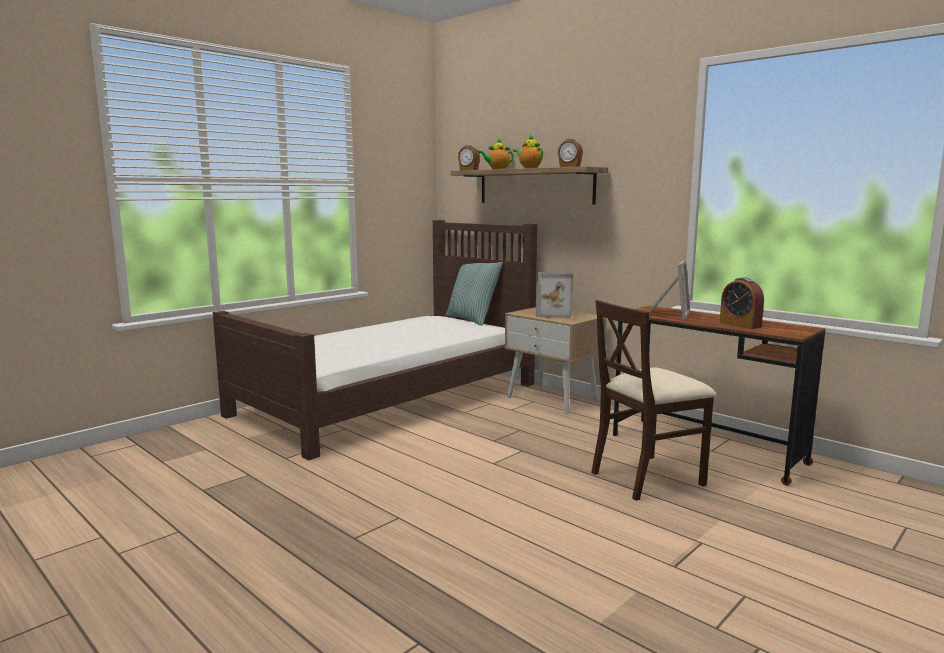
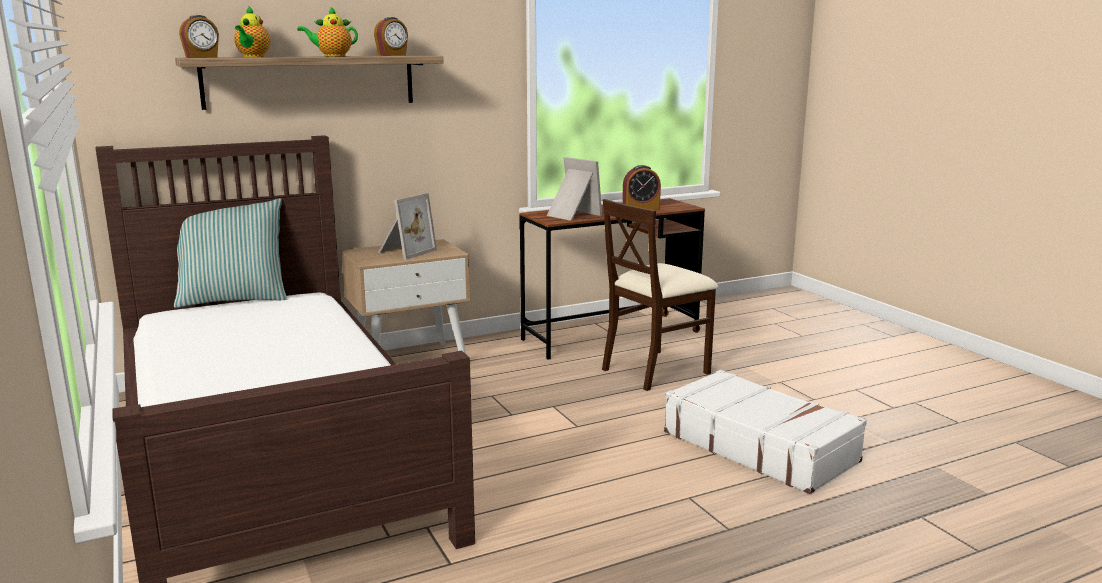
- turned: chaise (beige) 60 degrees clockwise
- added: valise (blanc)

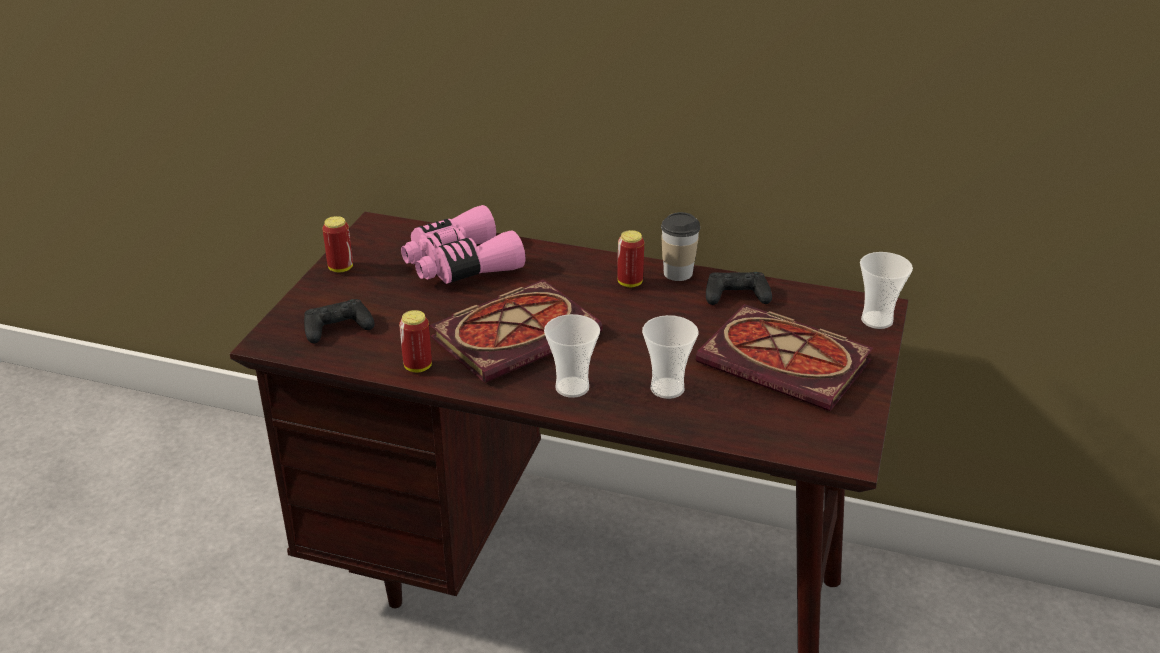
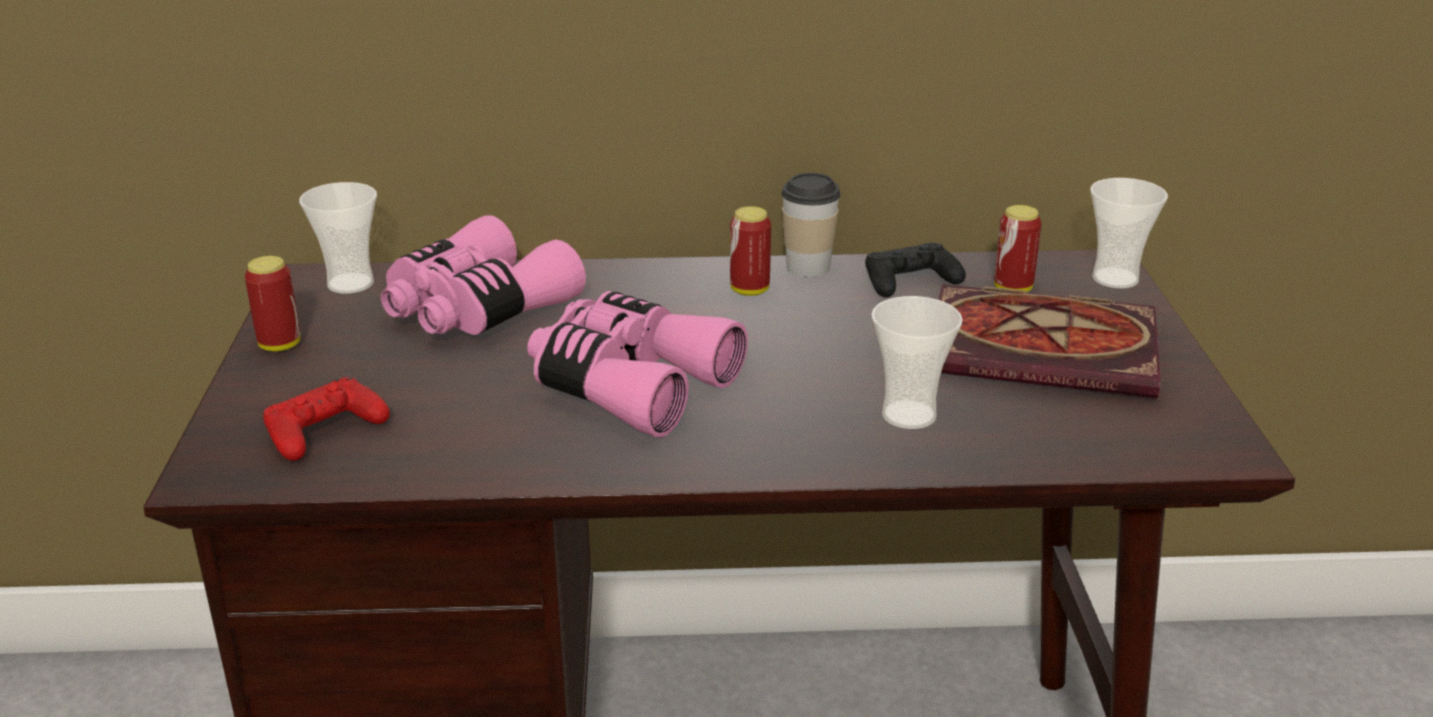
- recoloured: manette (noir) (1st from left) to manette (rouge)
- moved: tasse (1st from left)
- replaced: livre (1st from left) to jumelles (rose) (2nd from left)
- moved: boîte métallique (2nd from left in the first image) to boîte métallique (3rd from left)

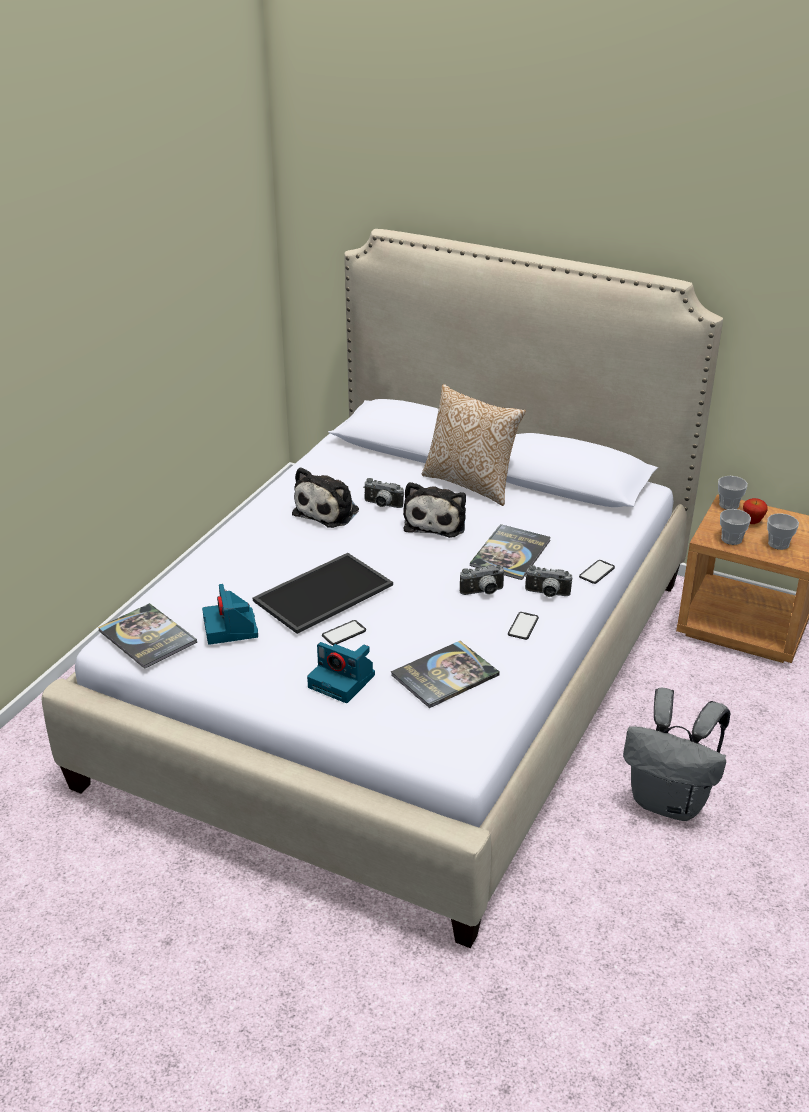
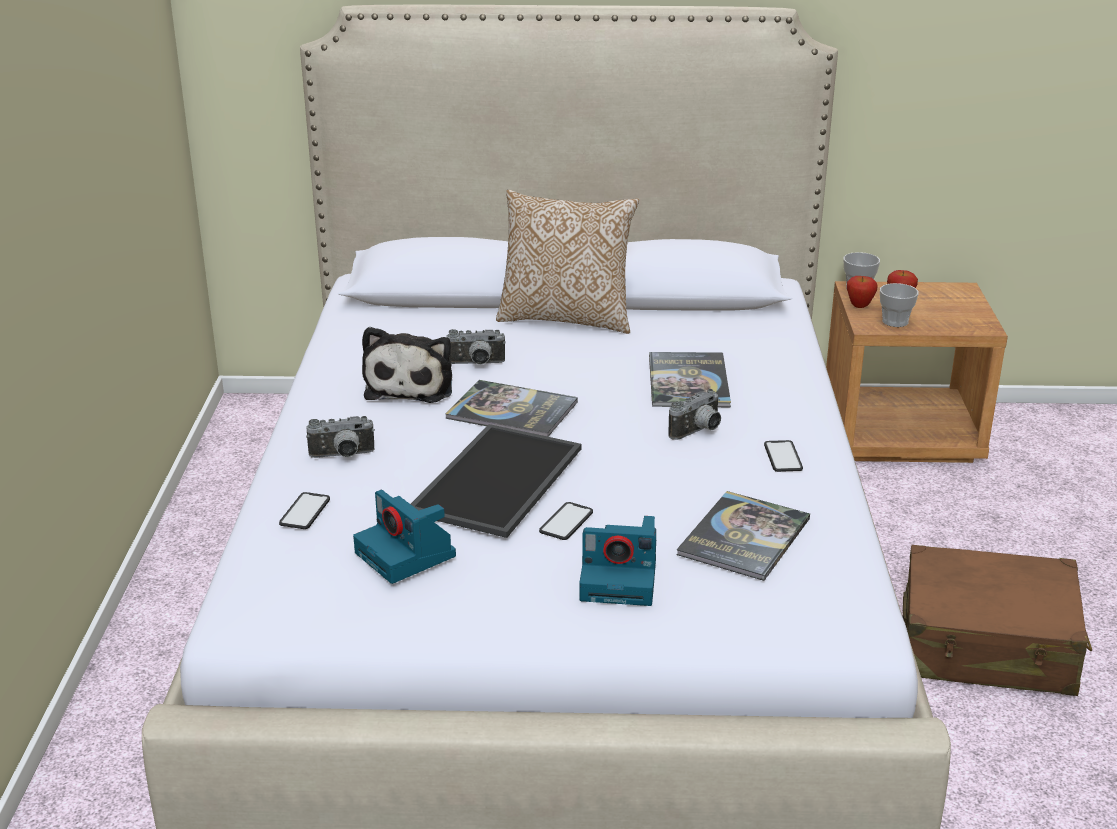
- moved: téléphone (3rd from left in the first image) to téléphone (1st from left)
- moved: appareil photo (5th from left in the first image) to appareil photo (1st from left)
- moved: livre (1st from left)
- added: pomme (1st from left)
- replaced: sac à dos (gris) to valise (marron)
- removed: peluche (2nd from left)
- removed: tasse (3rd from left)

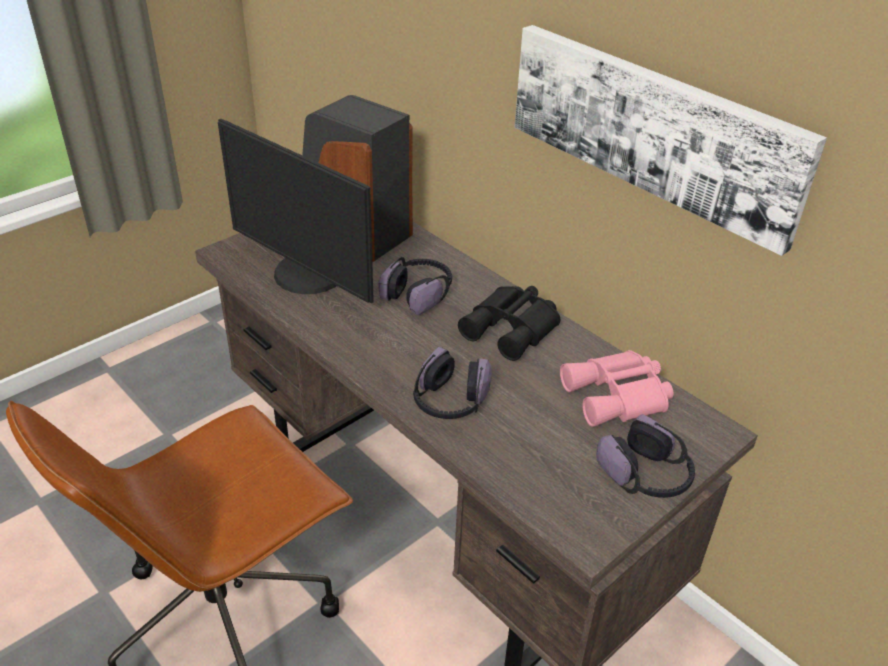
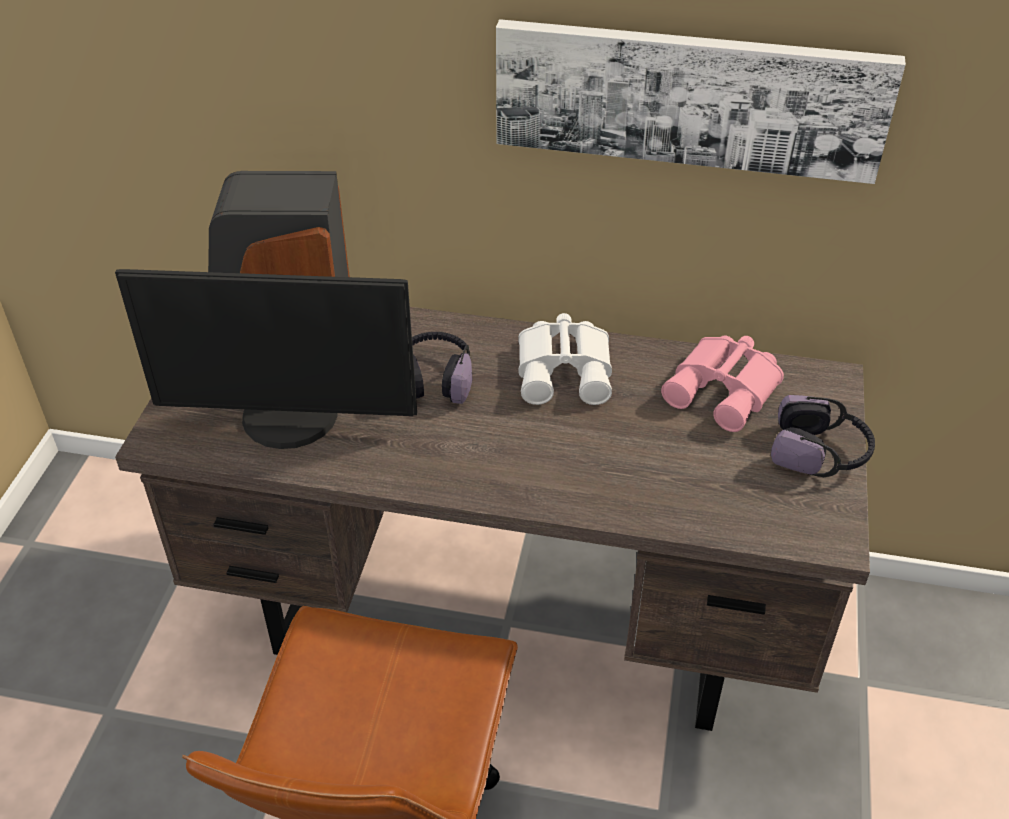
- recoloured: jumelles (noir) to jumelles (blanc)
- removed: casque audio (2nd from left)

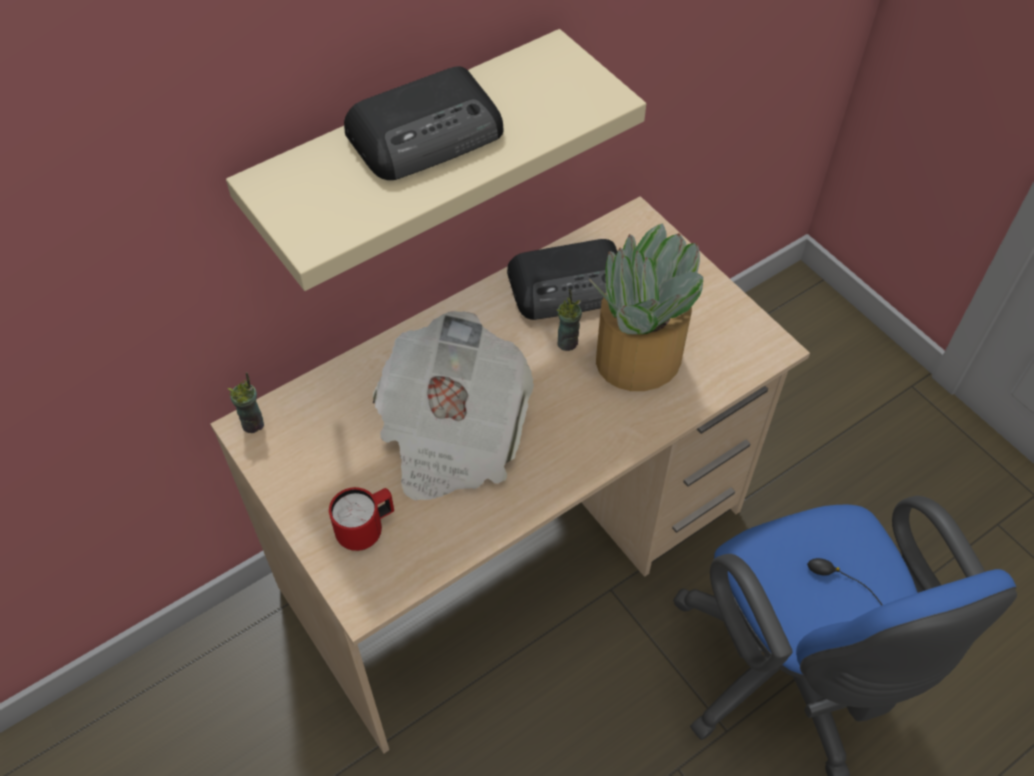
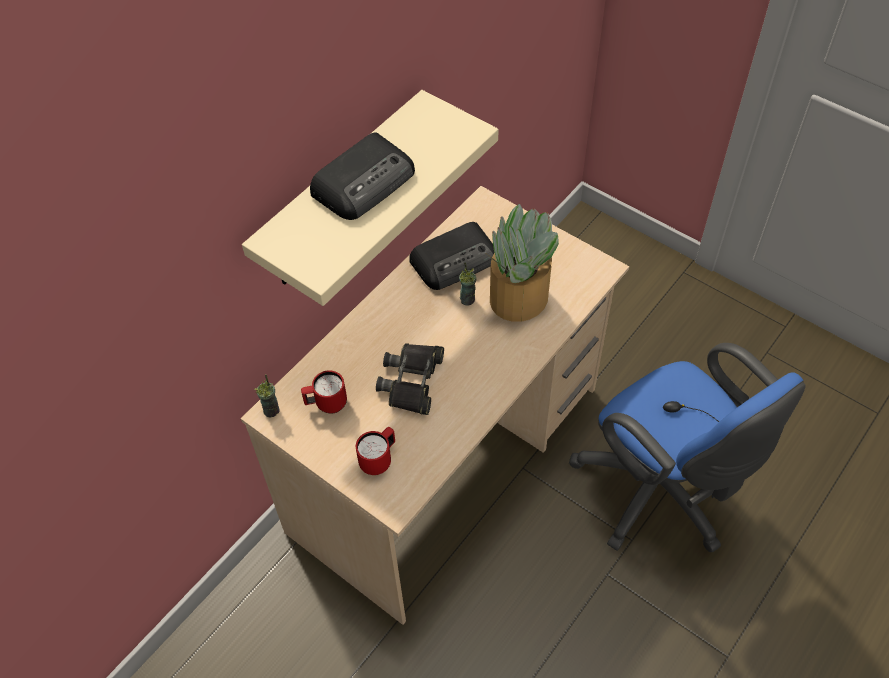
- added: mug (rouge) (1st from left)
- replaced: journal to jumelles (noir)

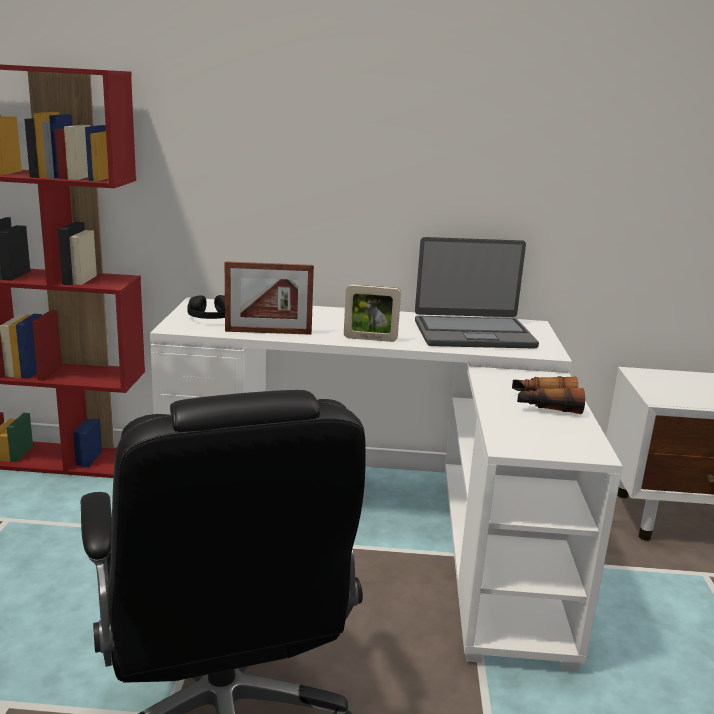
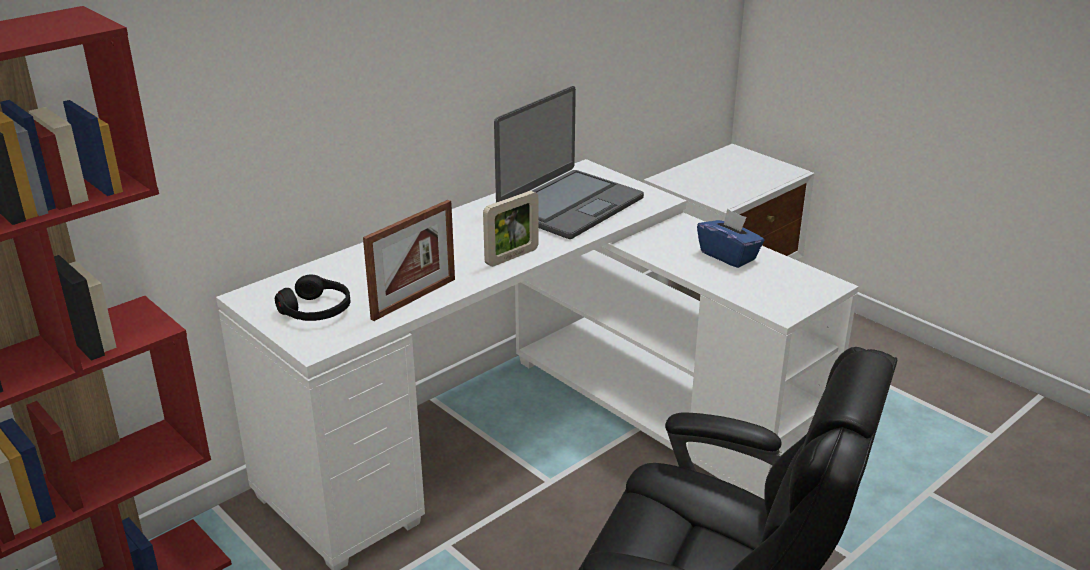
- replaced: jumelles to boîte à mouchoirs (bleu)

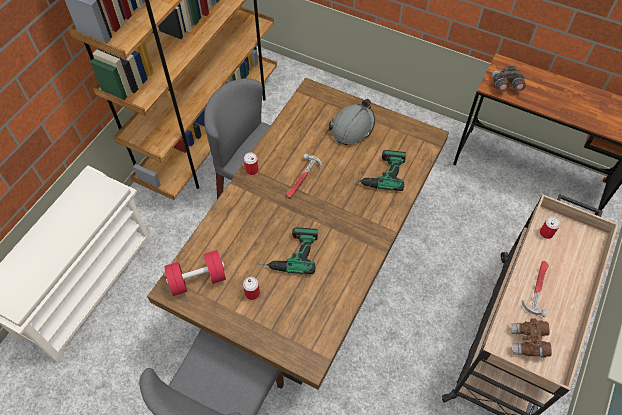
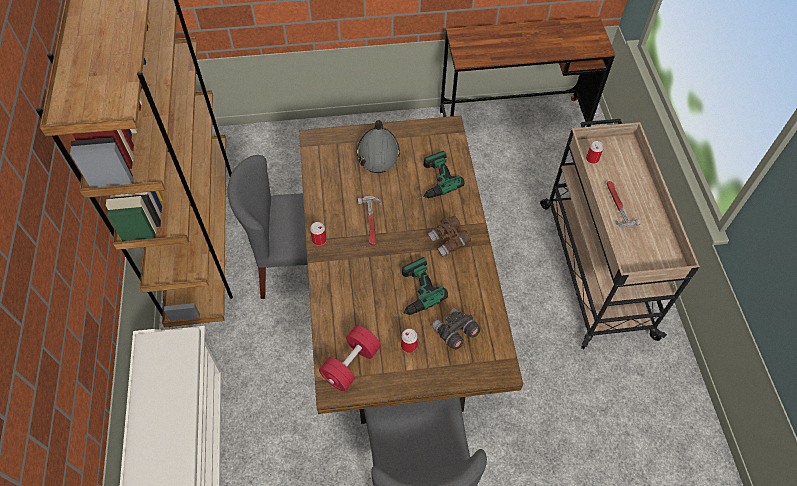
- moved: jumelles (marron)
- moved: jumelles (gris)

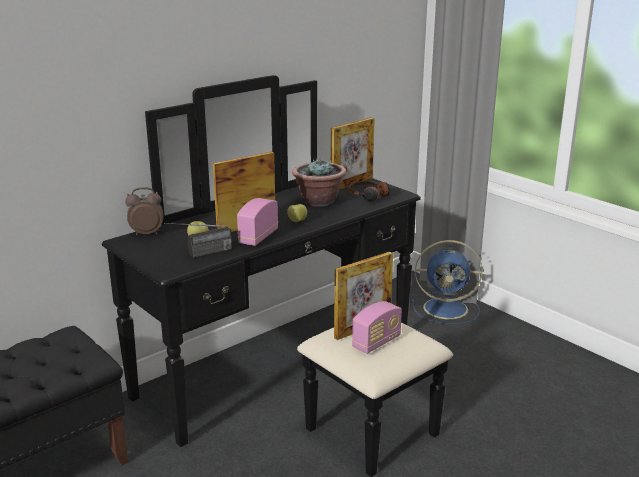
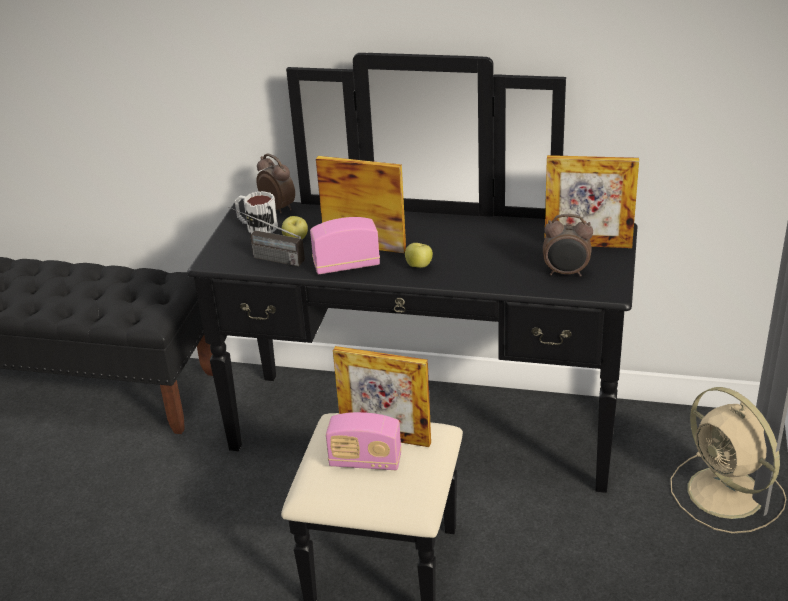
- added: mug
- replaced: casque audio to réveil (2nd from left)
- recoloured: ventilateur (bleu) to ventilateur (beige)
- removed: plante en pot

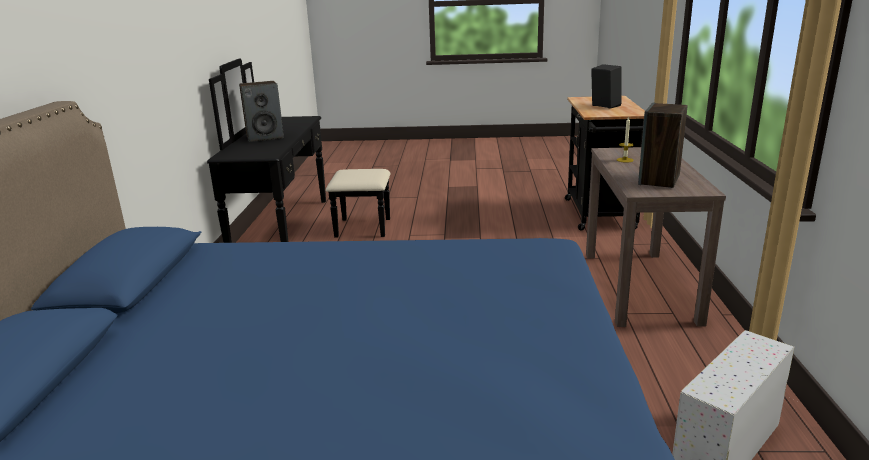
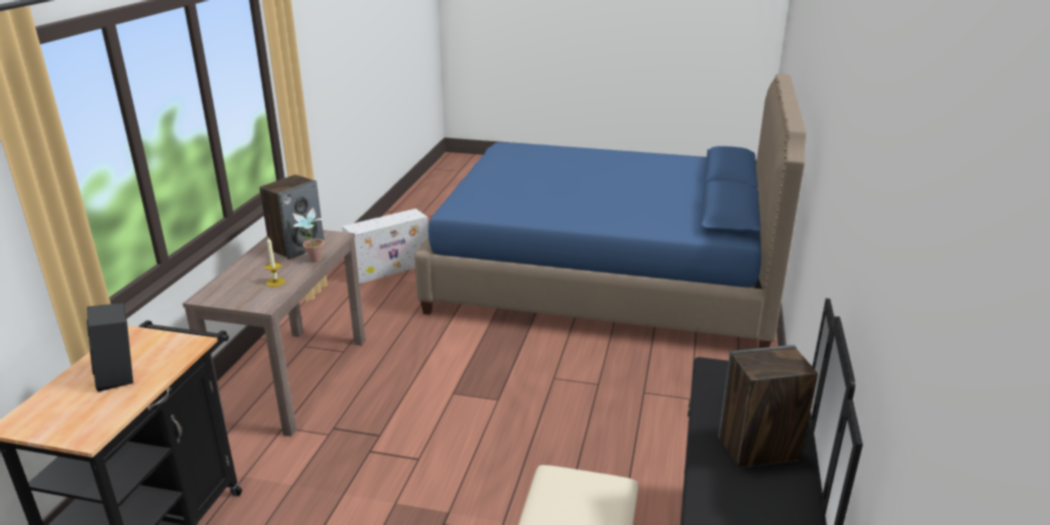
- added: plante en pot

